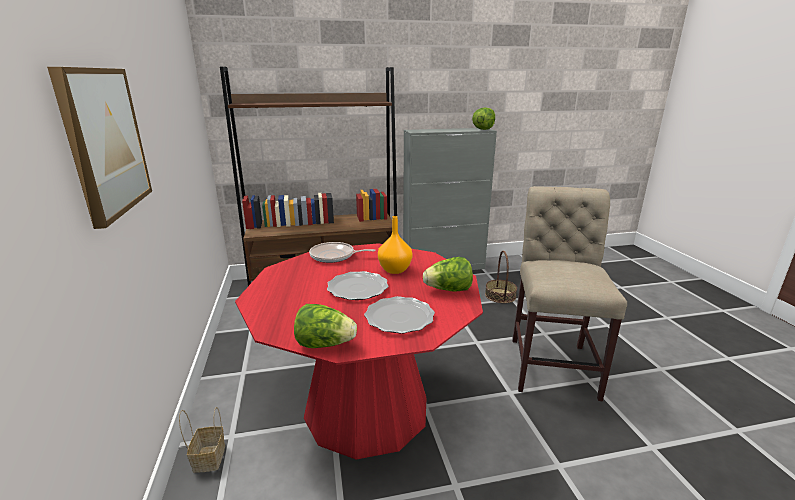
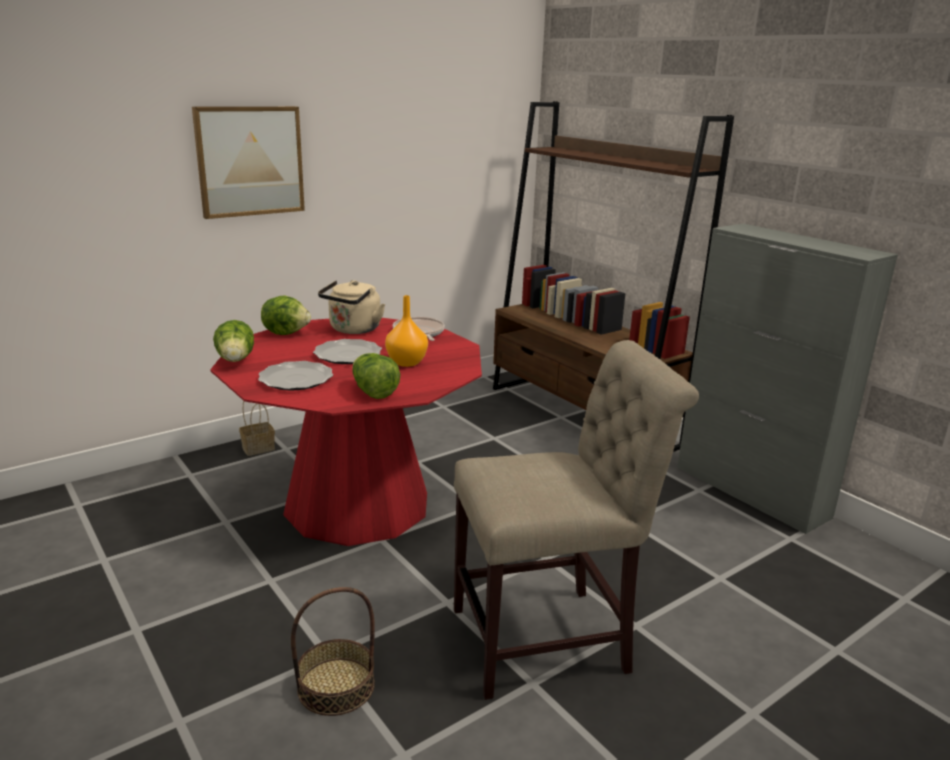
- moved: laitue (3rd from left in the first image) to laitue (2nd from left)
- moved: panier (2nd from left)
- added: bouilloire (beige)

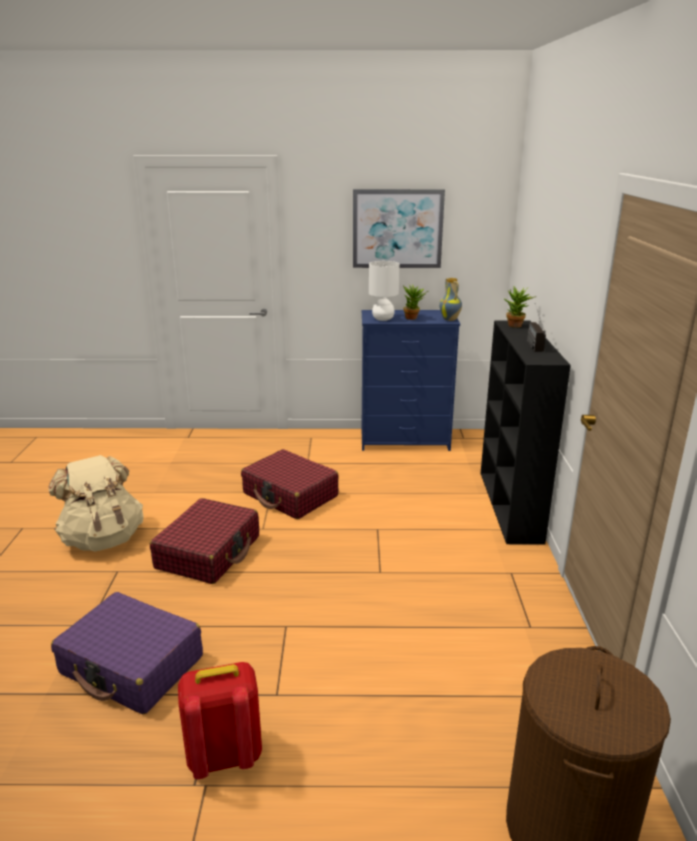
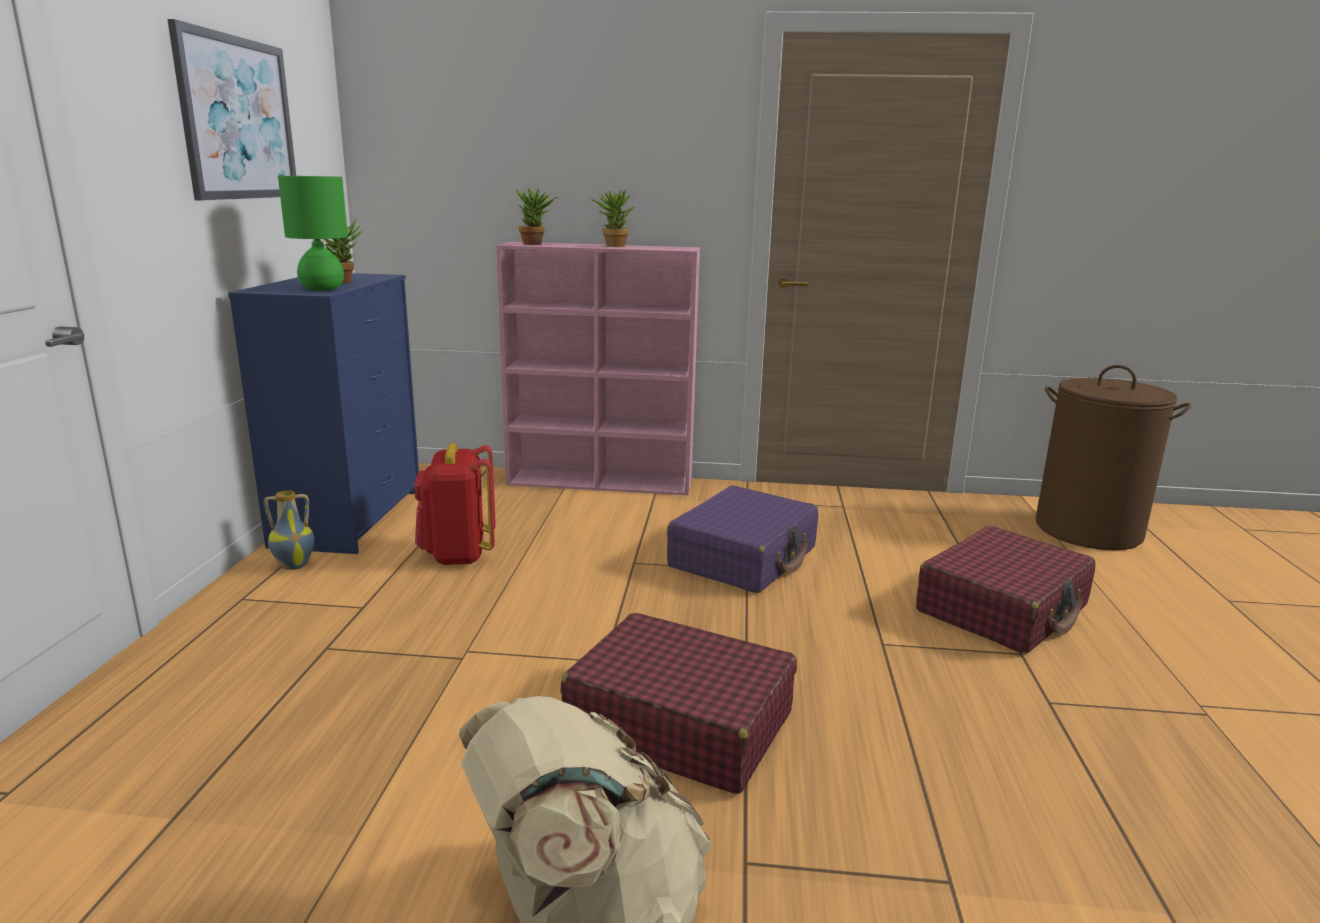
- moved: vase
- recoloured: lampe de table (blanc) to lampe de table (vert)
- moved: sac à dos (rouge)
- recoloured: bibliothèque (noir) to bibliothèque (rose)
- replaced: radio to plante en pot (3rd from left)
- moved: valise (violet)
- moved: valise (rouge) (2nd from left)

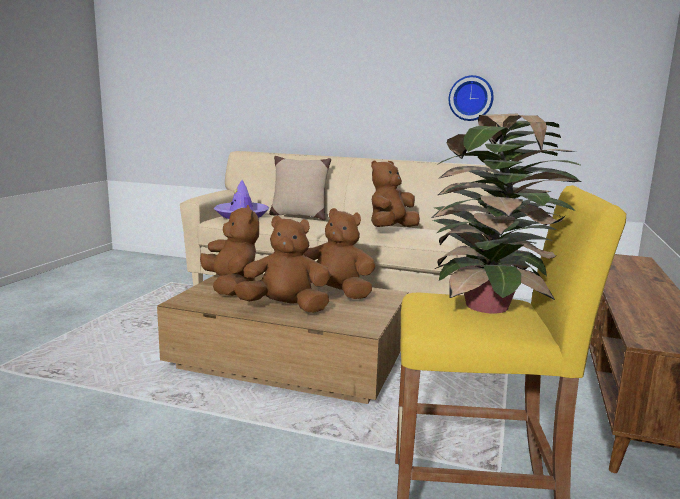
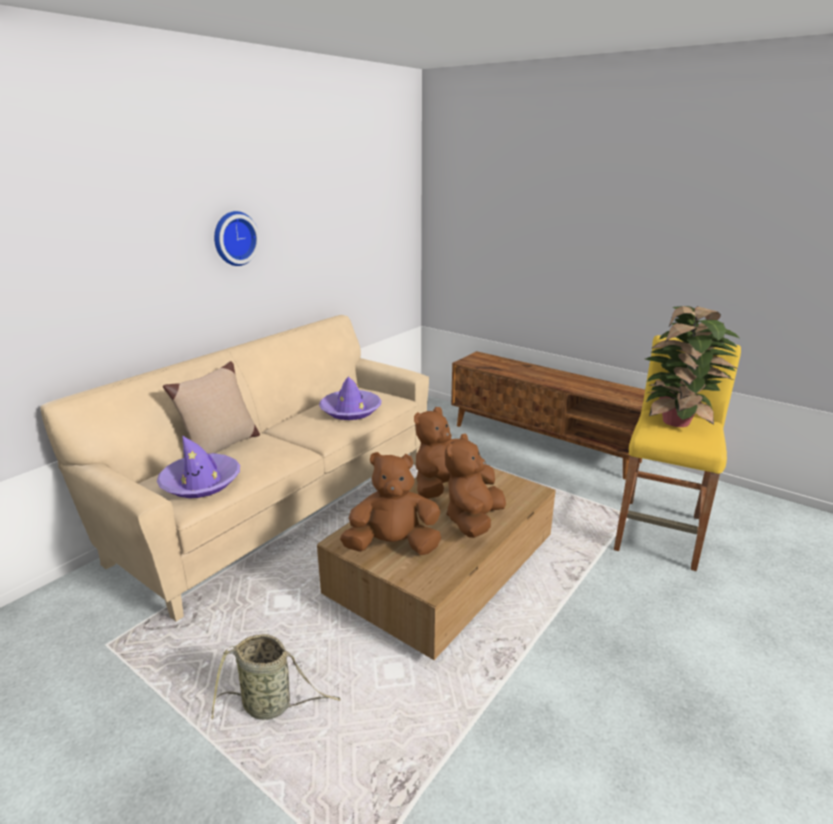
- added: panier
- moved: horloge murale
- replaced: peluche (marron) (4th from left) to chapeau (violet) (2nd from left)

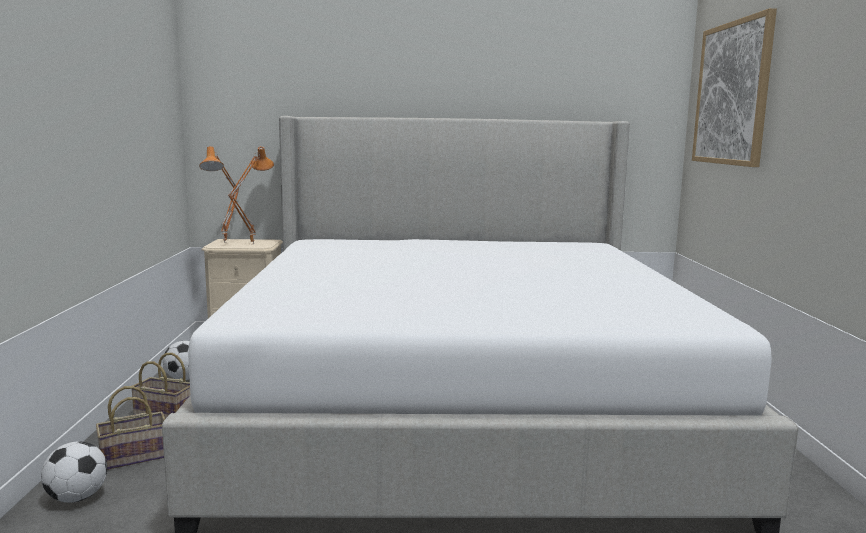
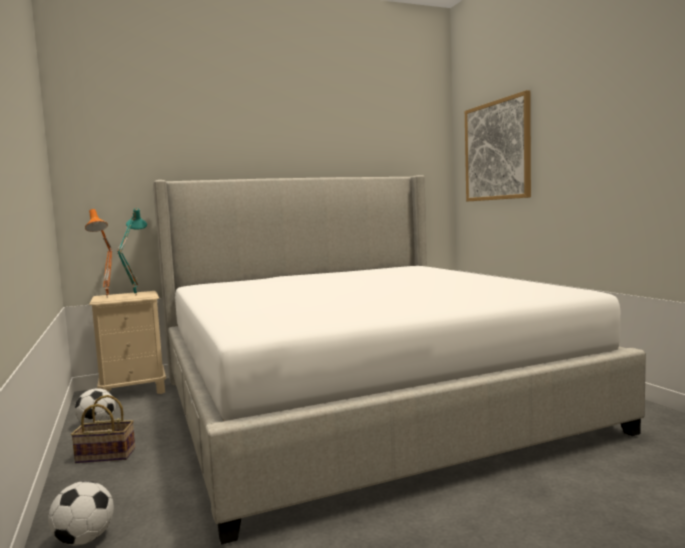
- recoloured: lampe de table (orange) (2nd from left) to lampe de table (turquoise)
- removed: panier (1st from left)

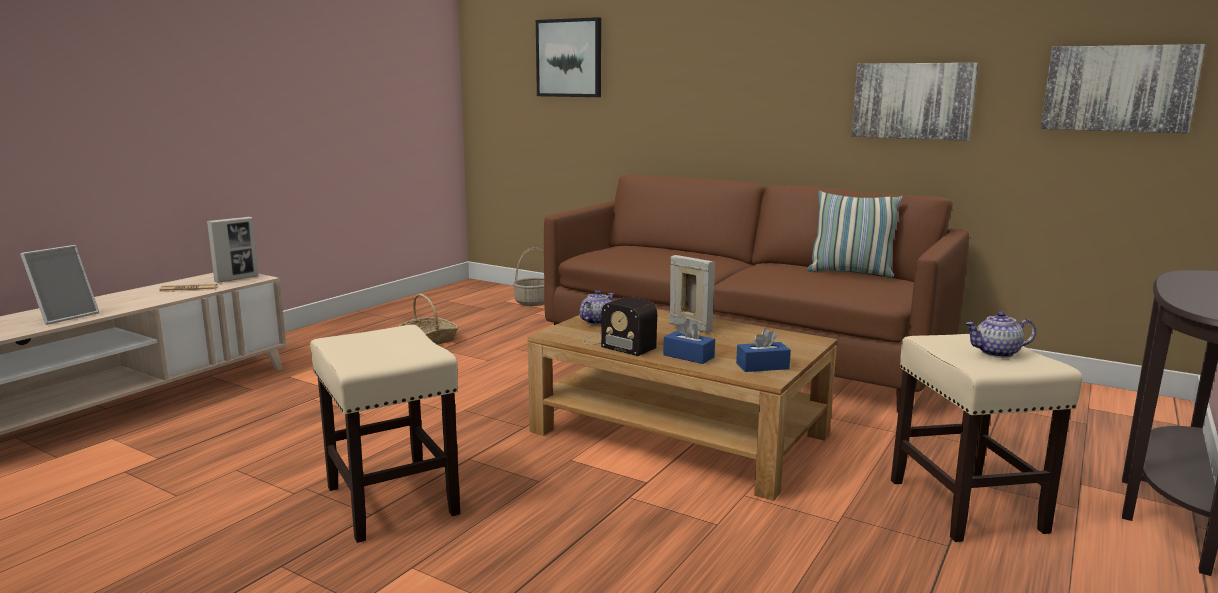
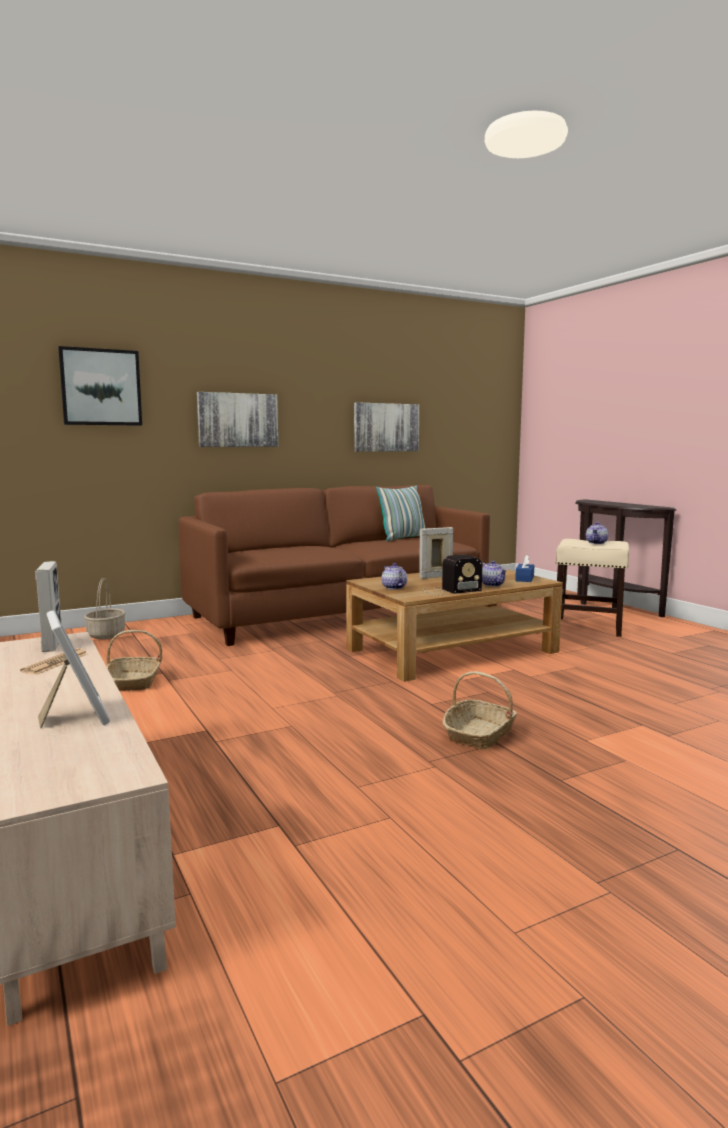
- moved: tableau (3rd from left in the first image) to tableau (2nd from left)
- replaced: tabouret (beige) (1st from left) to panier (3rd from left)
- replaced: boîte à mouchoirs (bleu) (1st from left) to théière (2nd from left)

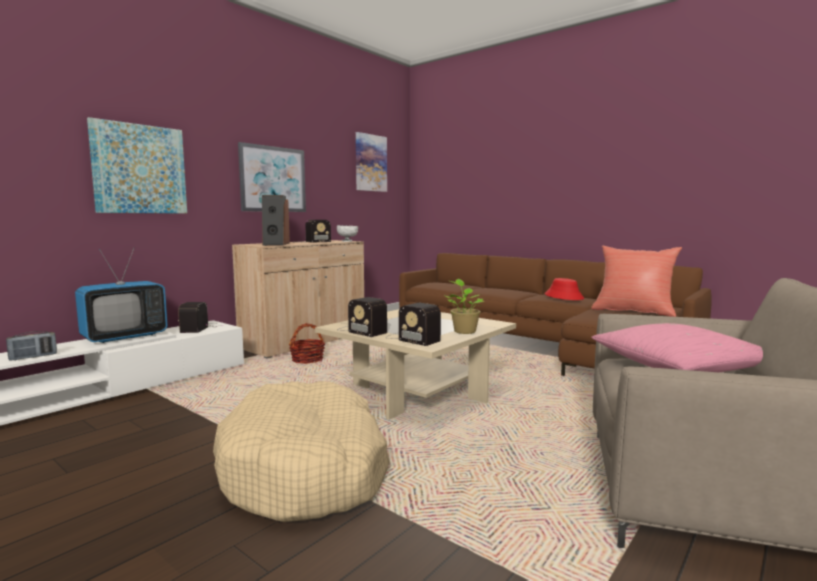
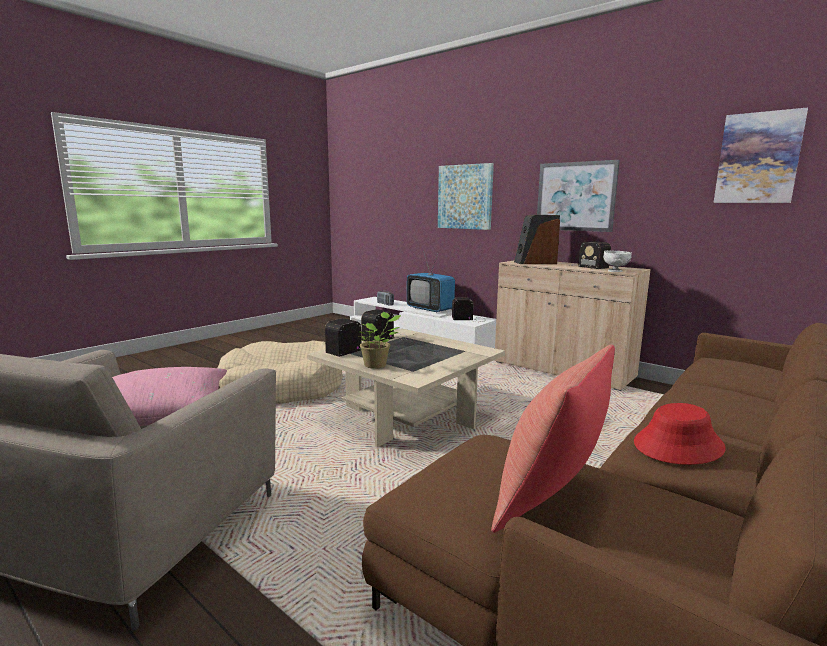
- removed: panier

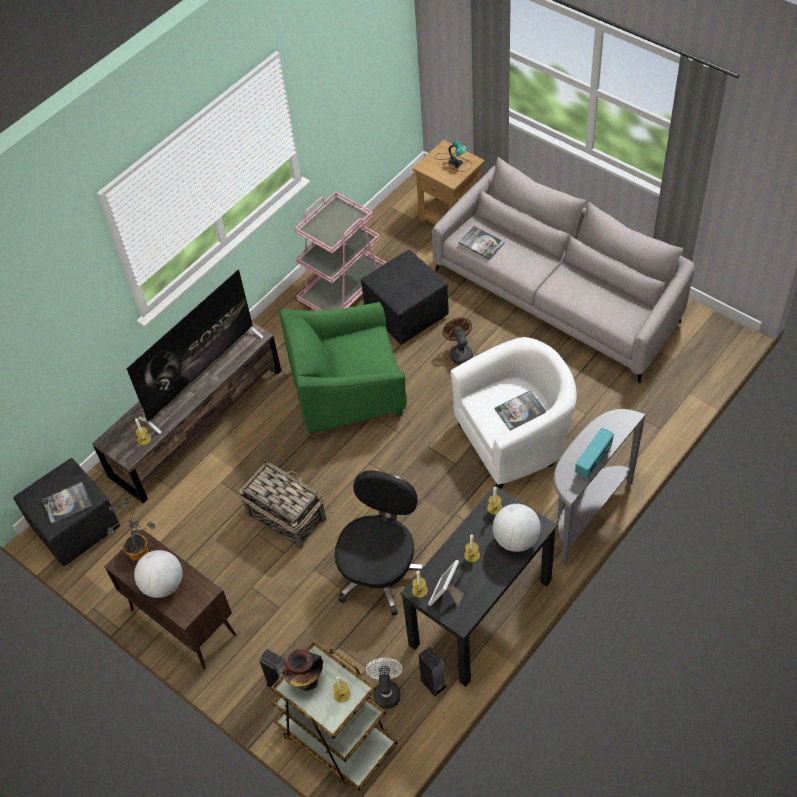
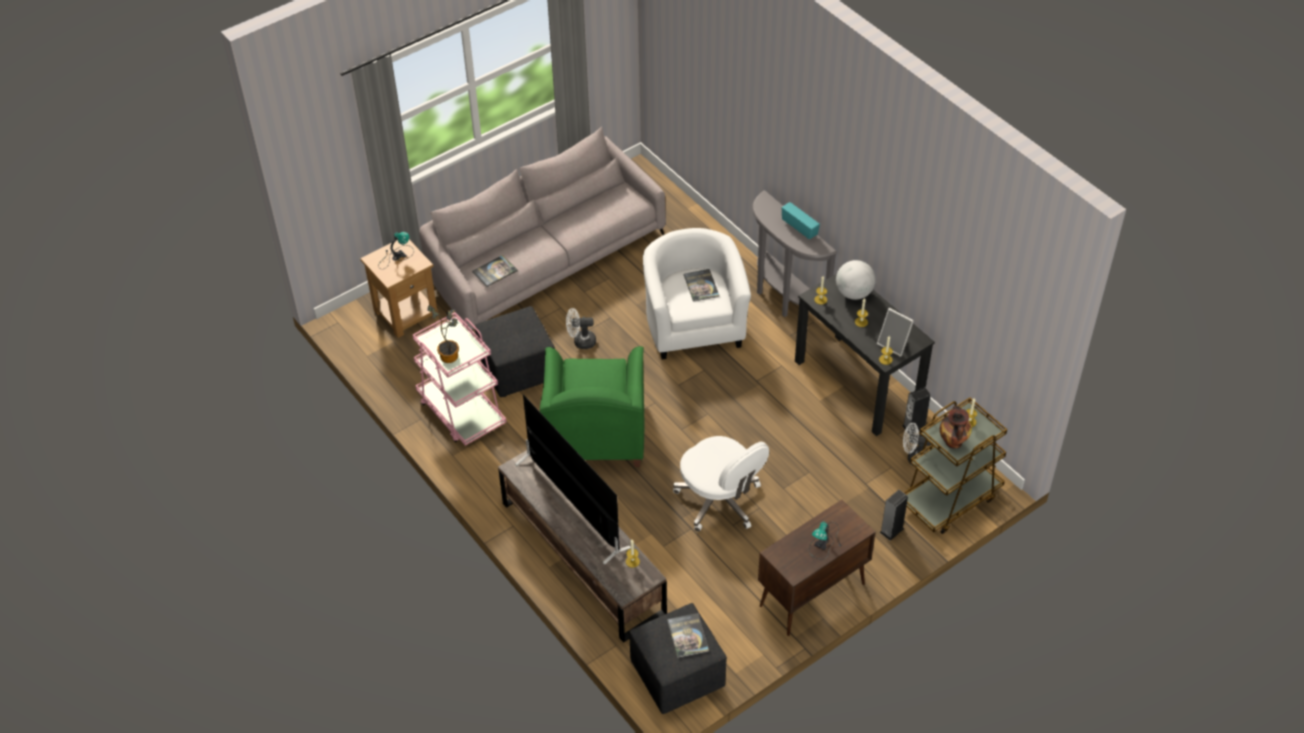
- moved: plante en pot
- recoloured: ventilateur (marron) to ventilateur (blanc) (1st from left)
- replaced: panier to chaise de bureau (blanc)
- replaced: globe (1st from left) to lampe de table (2nd from left)
- removed: chaise de bureau (noir)

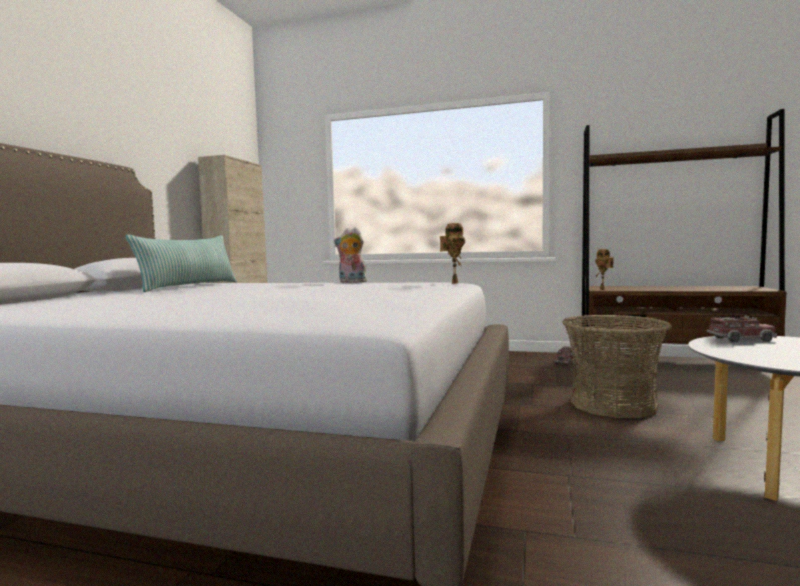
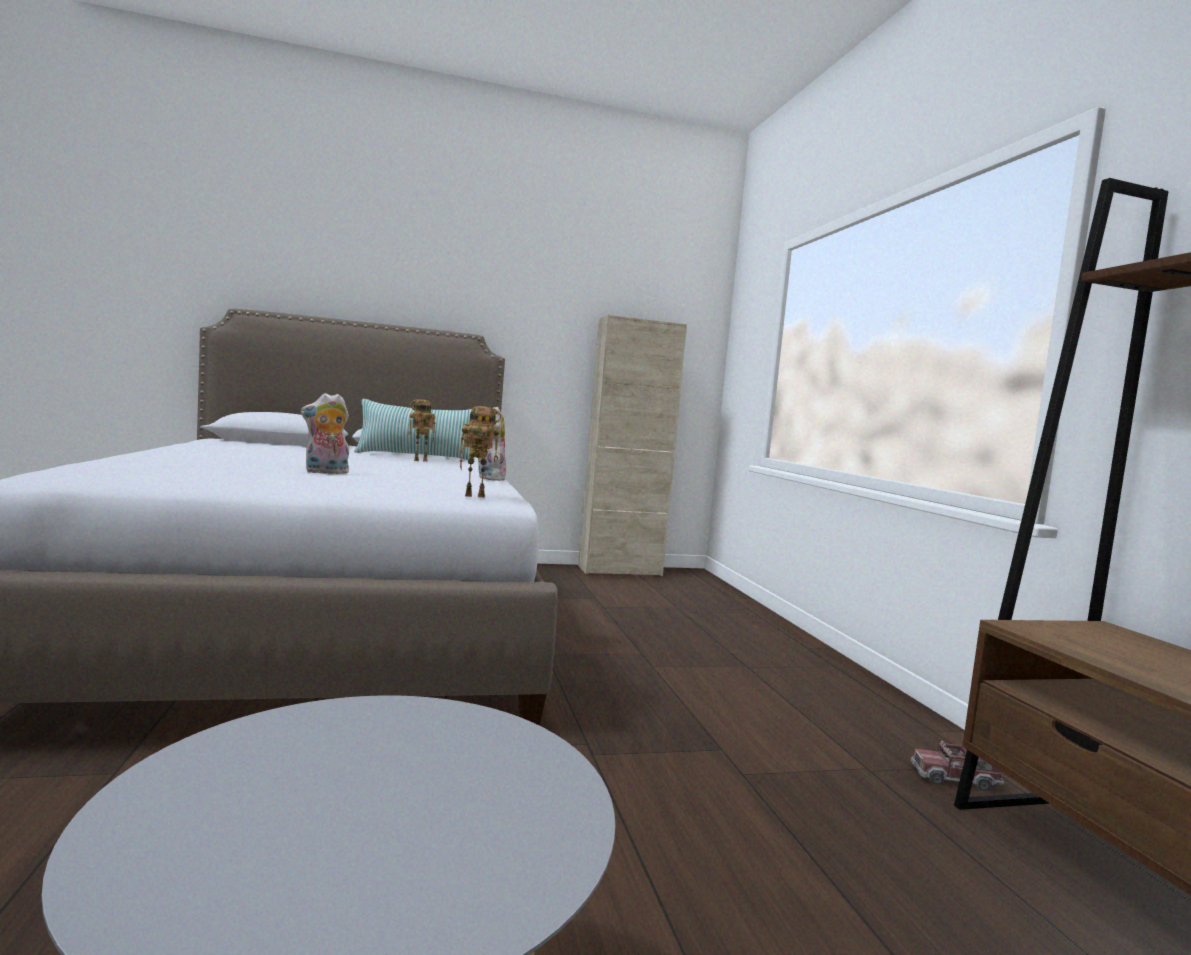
- added: peluche (1st from left)
- moved: robot jouet (2nd from left in the first image) to robot jouet (1st from left)
- removed: panier
- removed: camion jouet (2nd from left)

